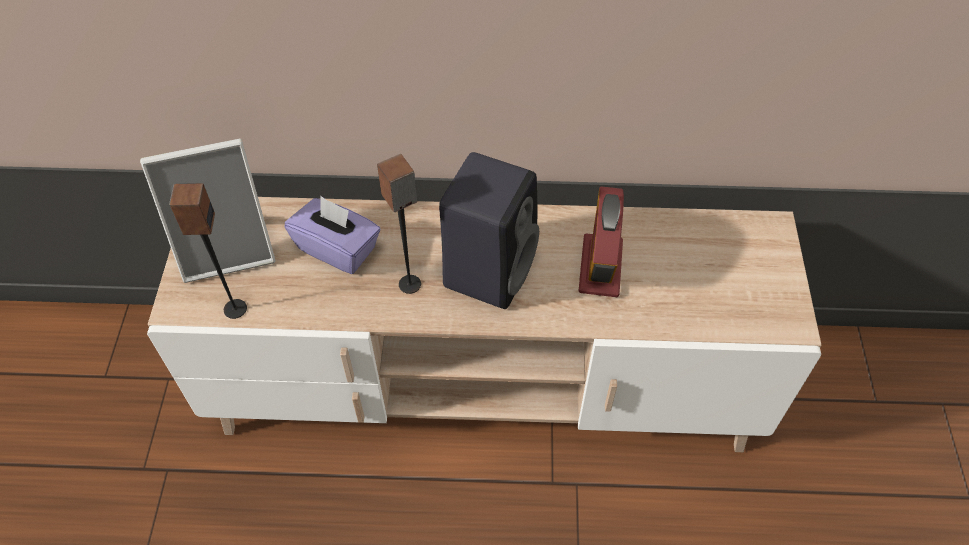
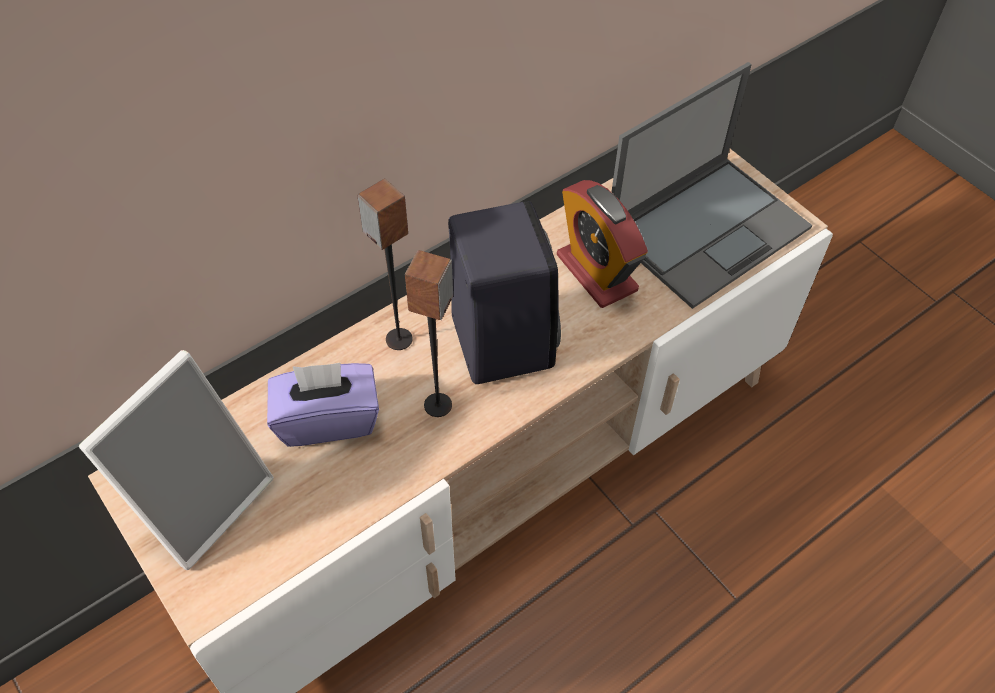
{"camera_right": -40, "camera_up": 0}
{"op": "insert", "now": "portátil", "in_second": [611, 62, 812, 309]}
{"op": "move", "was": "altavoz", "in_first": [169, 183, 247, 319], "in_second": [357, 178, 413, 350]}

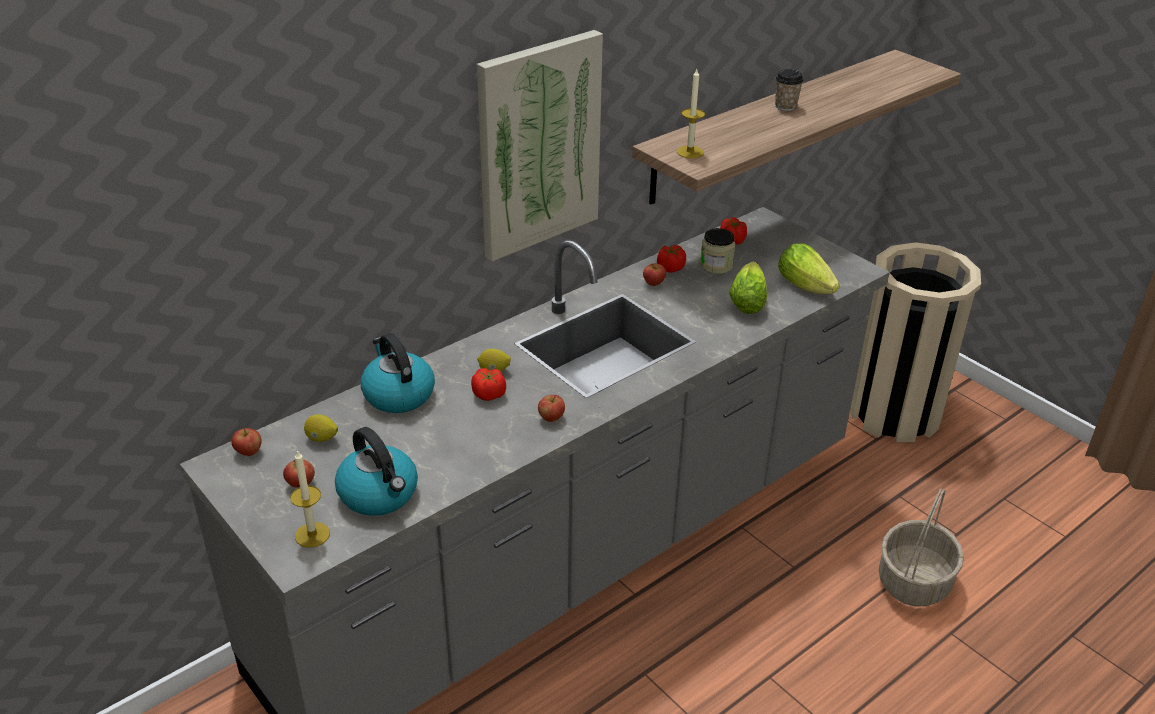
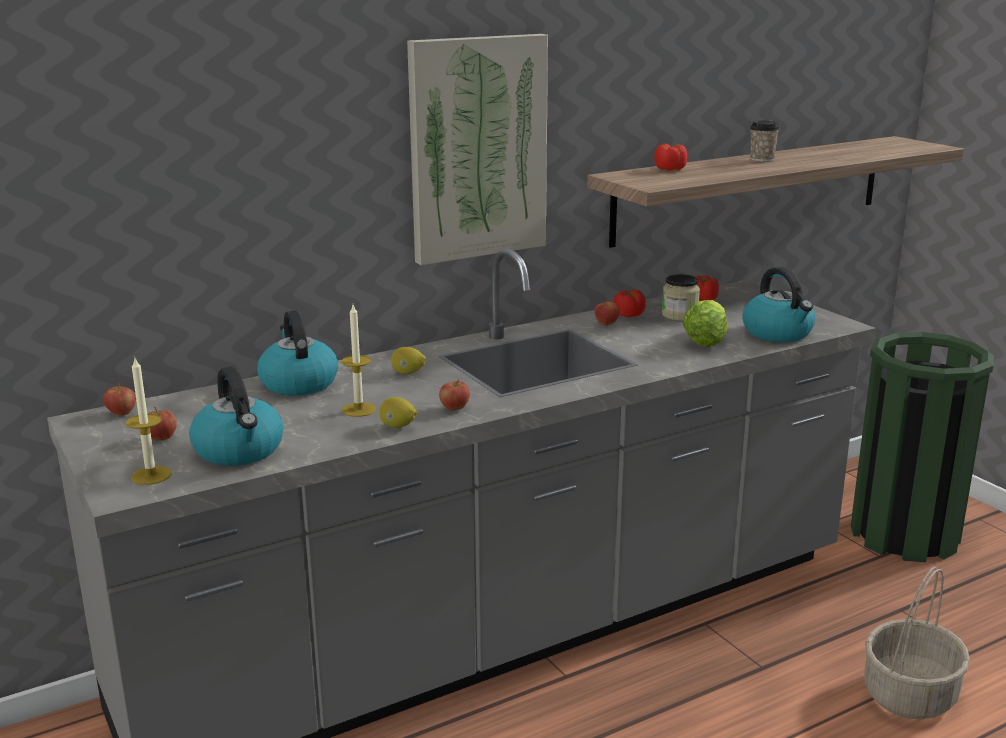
{"camera_right": 10, "camera_up": -15}
{"op": "move", "was": "limón", "in_first": [304, 414, 338, 442], "in_second": [379, 397, 417, 428]}
{"op": "move", "was": "tomate", "in_first": [471, 368, 506, 401], "in_second": [654, 144, 687, 171]}
{"op": "move", "was": "vela", "in_first": [677, 69, 705, 158], "in_second": [341, 305, 376, 417]}
{"op": "replace", "was": "lechuga", "now": "hervidor", "in_first": [778, 243, 840, 294], "in_second": [742, 267, 815, 342]}
{"op": "recolor", "was": "papelera (beis)", "now": "papelera (verde)", "in_first": [850, 242, 981, 442], "in_second": [851, 332, 994, 562]}

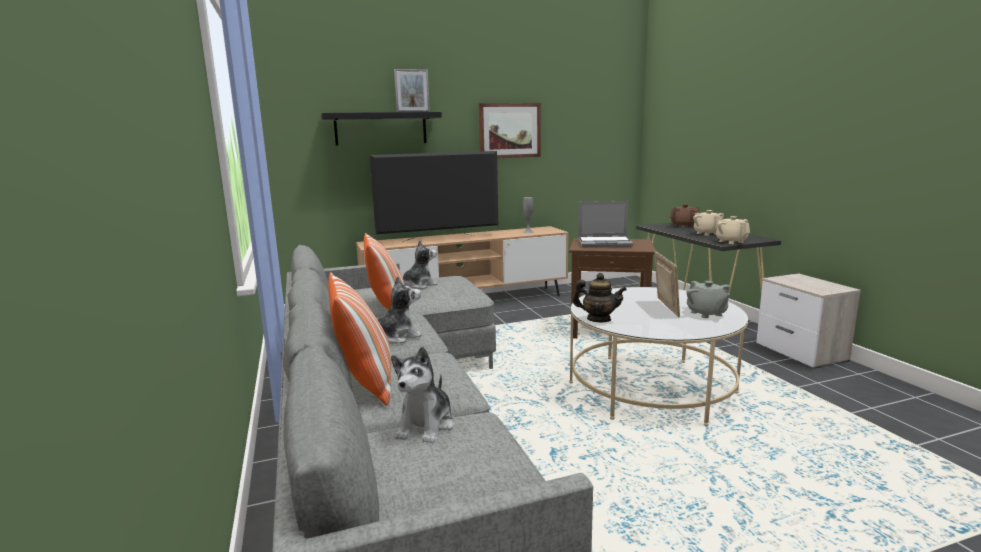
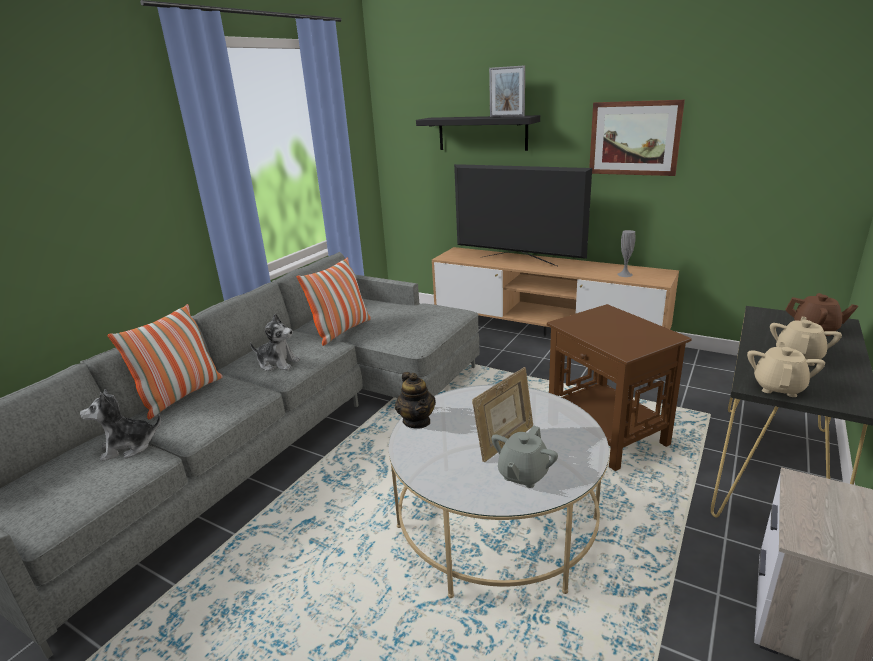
{"camera_right": 50, "camera_up": 10}
{"op": "delete", "was": "peluche", "in_first": [403, 240, 438, 289]}
{"op": "delete", "was": "portátil", "in_first": [578, 201, 633, 247]}

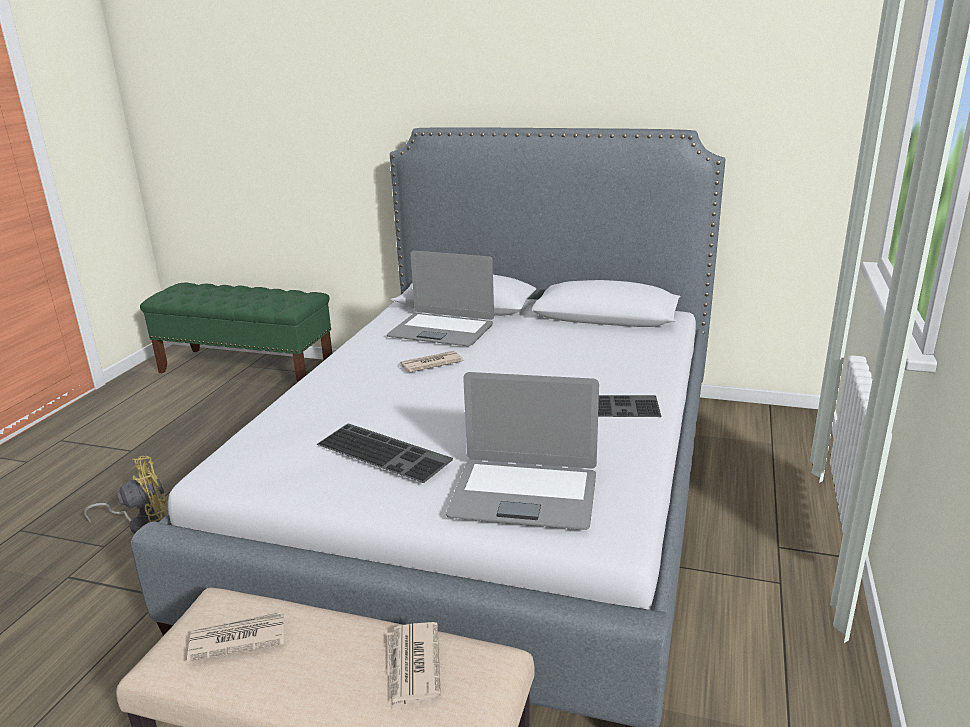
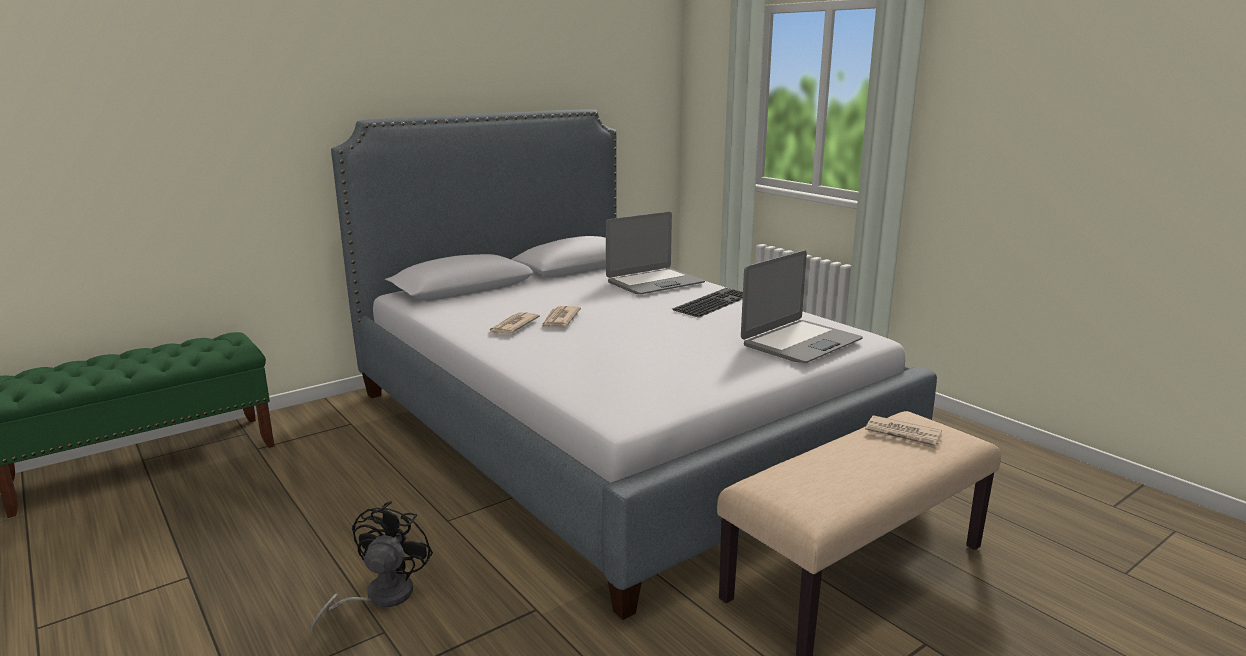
{"camera_right": -55, "camera_up": -5}
{"op": "delete", "was": "teclado", "in_first": [316, 423, 453, 483]}
{"op": "move", "was": "periódico", "in_first": [187, 612, 285, 662], "in_second": [489, 312, 540, 334]}
{"op": "move", "was": "portátil", "in_first": [387, 251, 494, 346], "in_second": [606, 212, 705, 294]}
{"op": "recolor", "was": "ventilador (amarillo)", "now": "ventilador (negro)", "in_first": [84, 456, 166, 534], "in_second": [311, 501, 433, 634]}

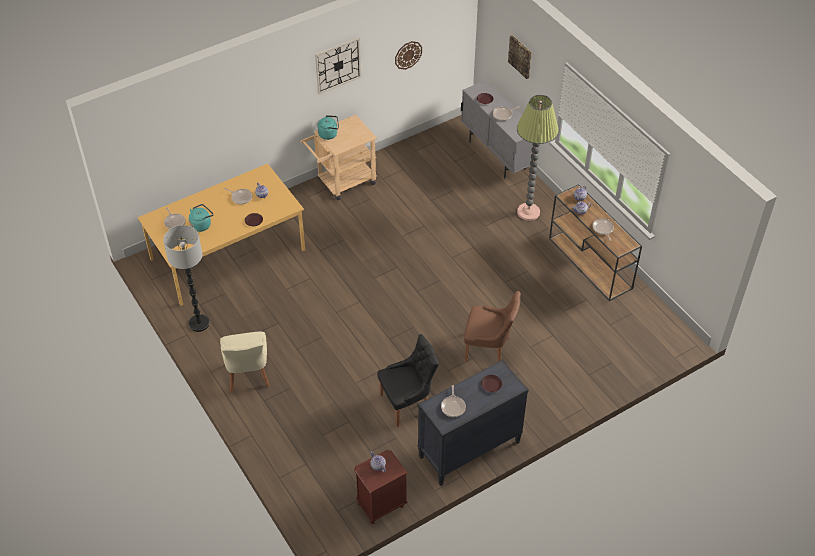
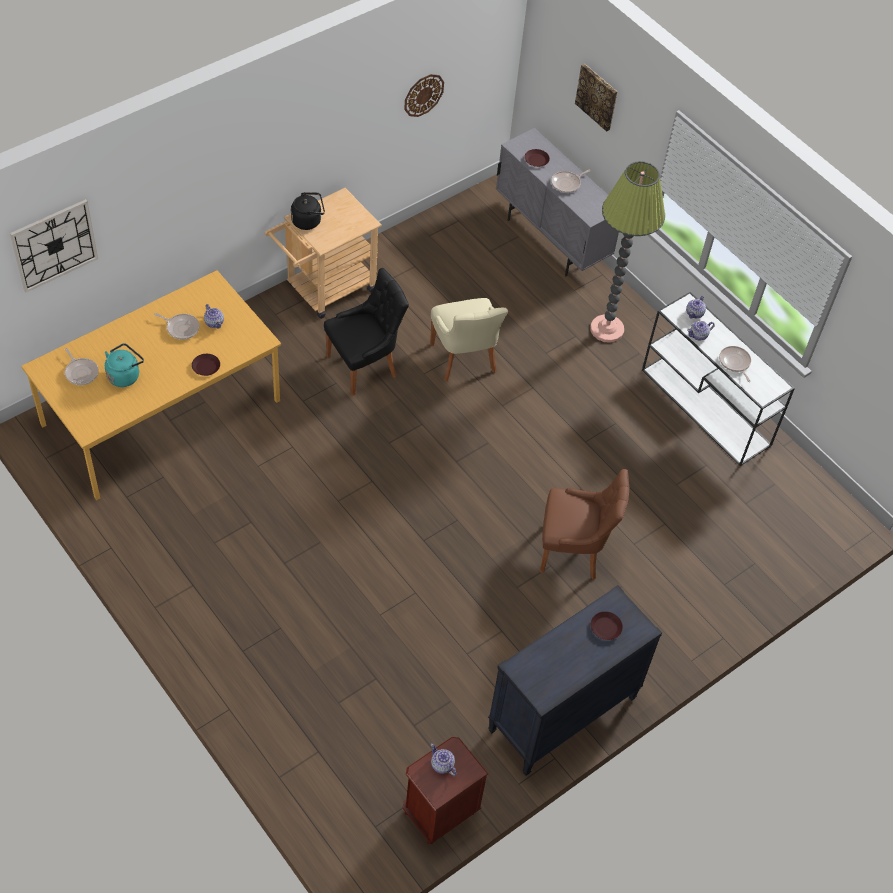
{"camera_right": -10, "camera_up": 5}
{"op": "delete", "was": "lámpara de pie", "in_first": [163, 225, 210, 332]}
{"op": "delete", "was": "sartén", "in_first": [441, 385, 466, 417]}
{"op": "move", "was": "silla (beis)", "in_first": [220, 332, 270, 392], "in_second": [430, 298, 508, 382]}
{"op": "move", "was": "reloj de pared", "in_first": [315, 37, 361, 94], "in_second": [10, 199, 98, 292]}
{"op": "move", "was": "silla (negro)", "in_first": [377, 334, 439, 427], "in_second": [324, 268, 409, 396]}
{"op": "recolor", "was": "hervidor (turquesa)", "now": "hervidor (negro)", "in_first": [317, 115, 339, 140], "in_second": [291, 192, 325, 230]}
{"op": "recolor", "was": "mesa consola (marrón)", "now": "mesa consola (blanco)", "in_first": [549, 184, 642, 301], "in_second": [642, 292, 795, 466]}

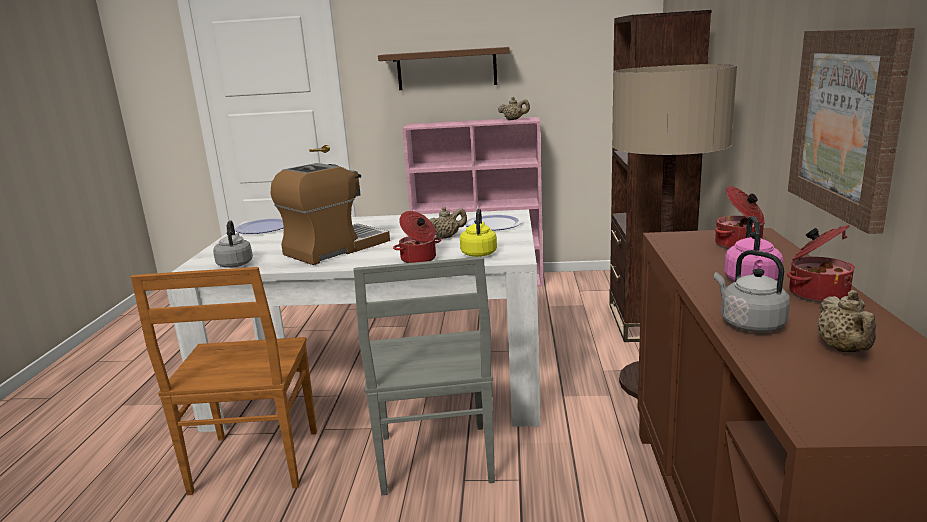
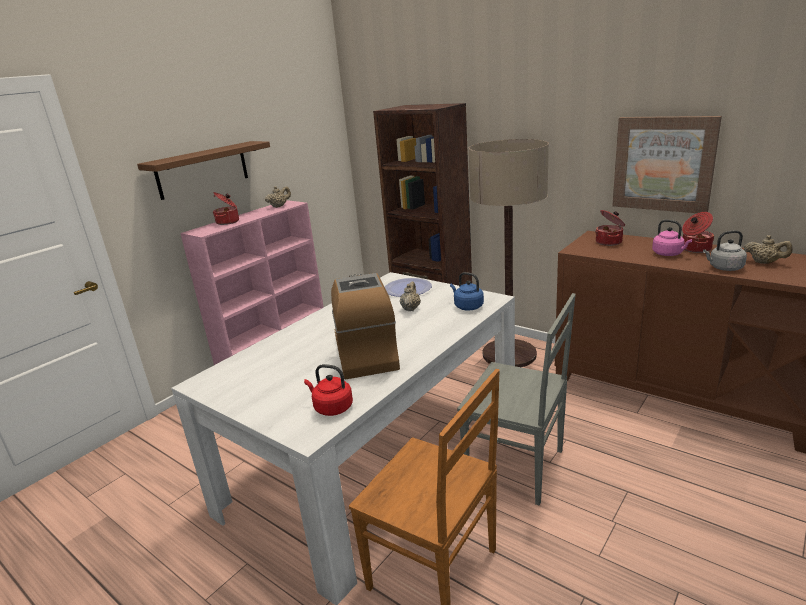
{"camera_right": -55, "camera_up": 5}
{"op": "delete", "was": "plato", "in_first": [235, 218, 284, 234]}
{"op": "move", "was": "olla", "in_first": [393, 211, 441, 263], "in_second": [213, 192, 239, 225]}
{"op": "recolor", "was": "hervidor (gris)", "now": "hervidor (rojo)", "in_first": [213, 220, 253, 268], "in_second": [304, 364, 353, 416]}
{"op": "recolor", "was": "hervidor (amarillo)", "now": "hervidor (azul)", "in_first": [460, 209, 497, 257], "in_second": [450, 272, 484, 311]}

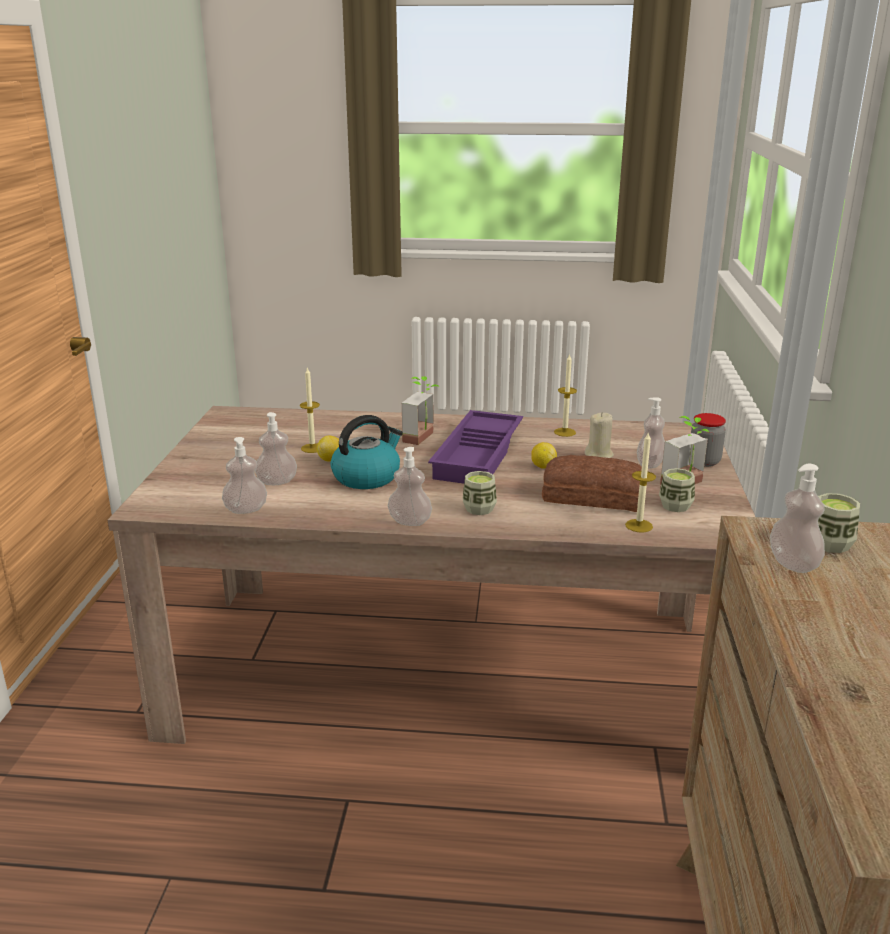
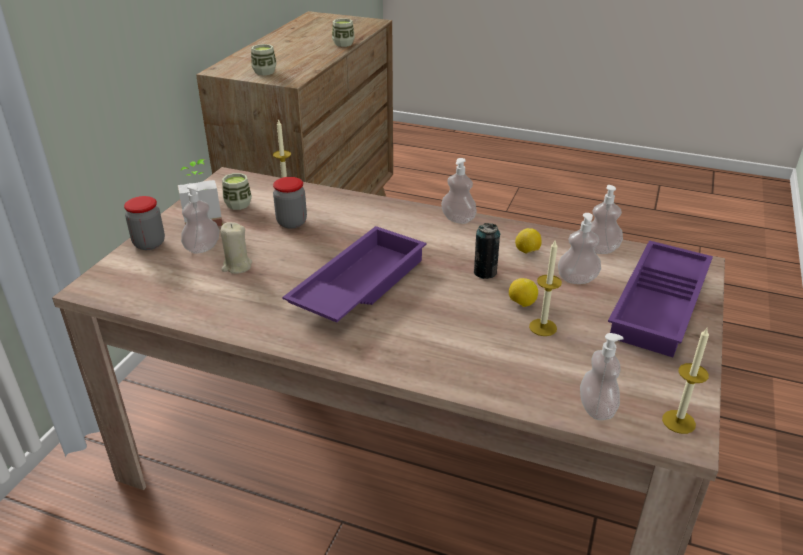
{"camera_right": -165, "camera_up": 10}
{"op": "delete", "was": "planta en maceta", "in_first": [402, 376, 439, 445]}
{"op": "insert", "now": "bandeja (morado)", "in_second": [608, 240, 713, 357]}
{"op": "move", "was": "taza", "in_first": [463, 471, 497, 515], "in_second": [332, 18, 355, 47]}
{"op": "move", "was": "limón", "in_first": [531, 442, 557, 469], "in_second": [515, 228, 542, 253]}
{"op": "move", "was": "vela", "in_first": [554, 354, 577, 437], "in_second": [662, 328, 709, 434]}
{"op": "move", "was": "dispensador de jabón", "in_first": [770, 464, 825, 573], "in_second": [580, 333, 624, 420]}
{"op": "replace", "was": "hervidor", "now": "lata", "in_first": [330, 415, 403, 489], "in_second": [474, 223, 500, 279]}
{"op": "replace", "was": "pan", "now": "tarro", "in_first": [542, 455, 642, 512], "in_second": [273, 177, 307, 229]}

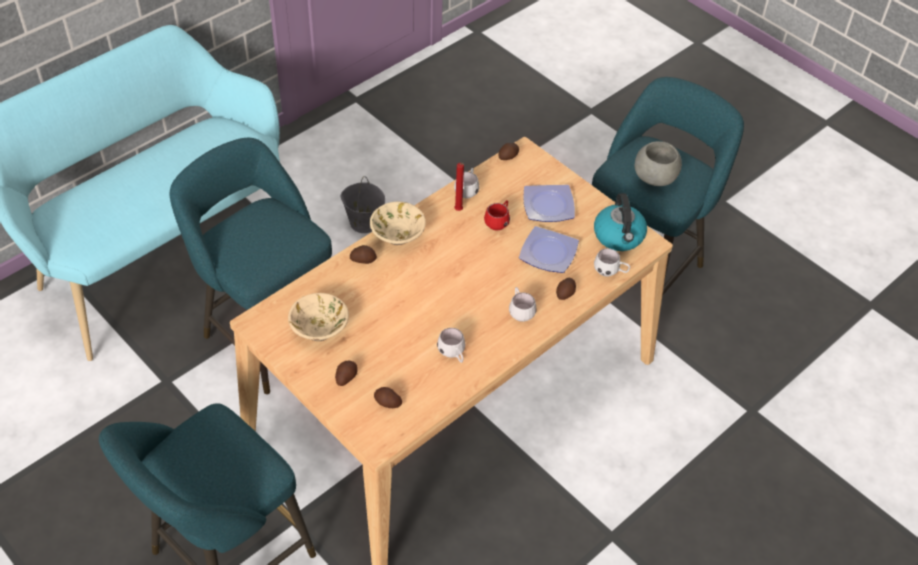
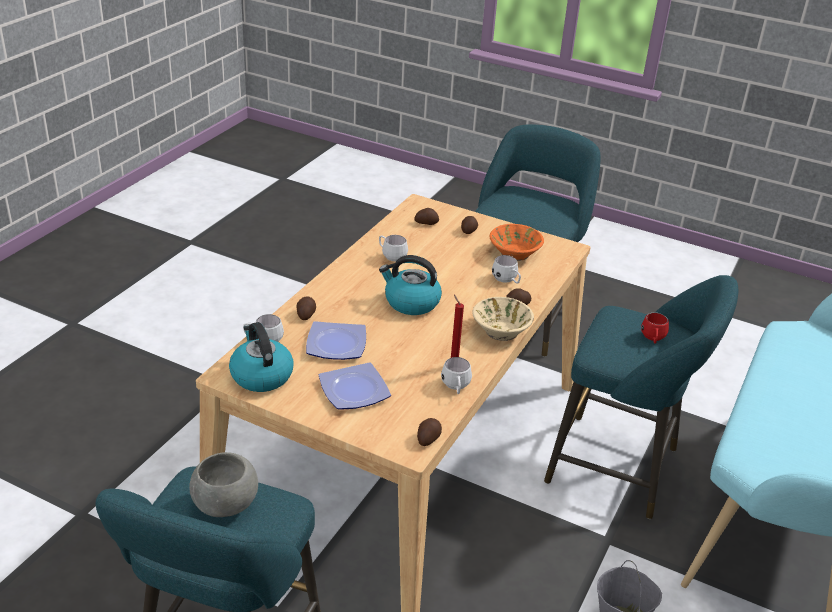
{"camera_right": 160, "camera_up": -15}
{"op": "insert", "now": "hervidor", "in_second": [379, 255, 442, 315]}
{"op": "move", "was": "taza grande (rojo)", "in_first": [484, 200, 510, 230], "in_second": [641, 312, 669, 344]}
{"op": "move", "was": "taza grande (blanco)", "in_first": [509, 287, 536, 322], "in_second": [492, 255, 521, 284]}
{"op": "recolor", "was": "cuenco (beis)", "now": "cuenco (naranja)", "in_first": [288, 293, 349, 341], "in_second": [490, 224, 544, 261]}

